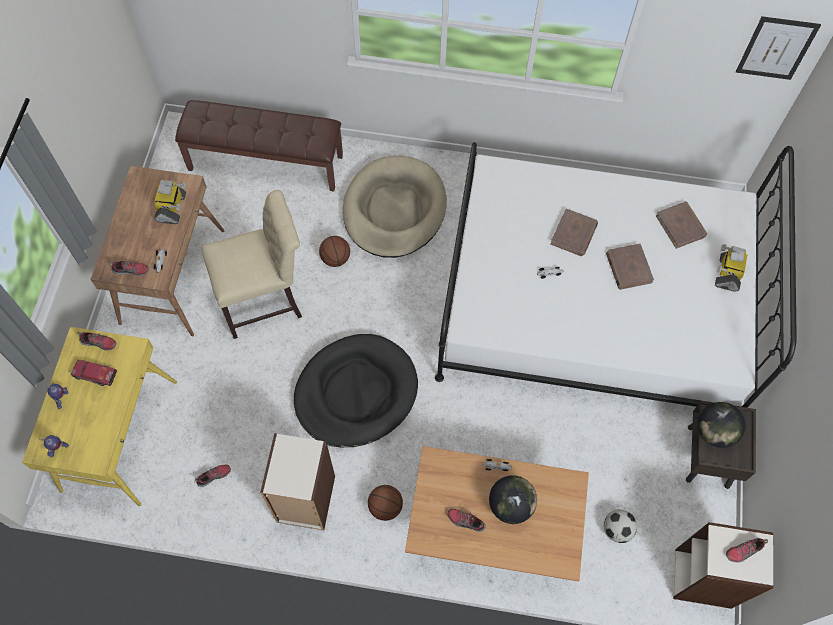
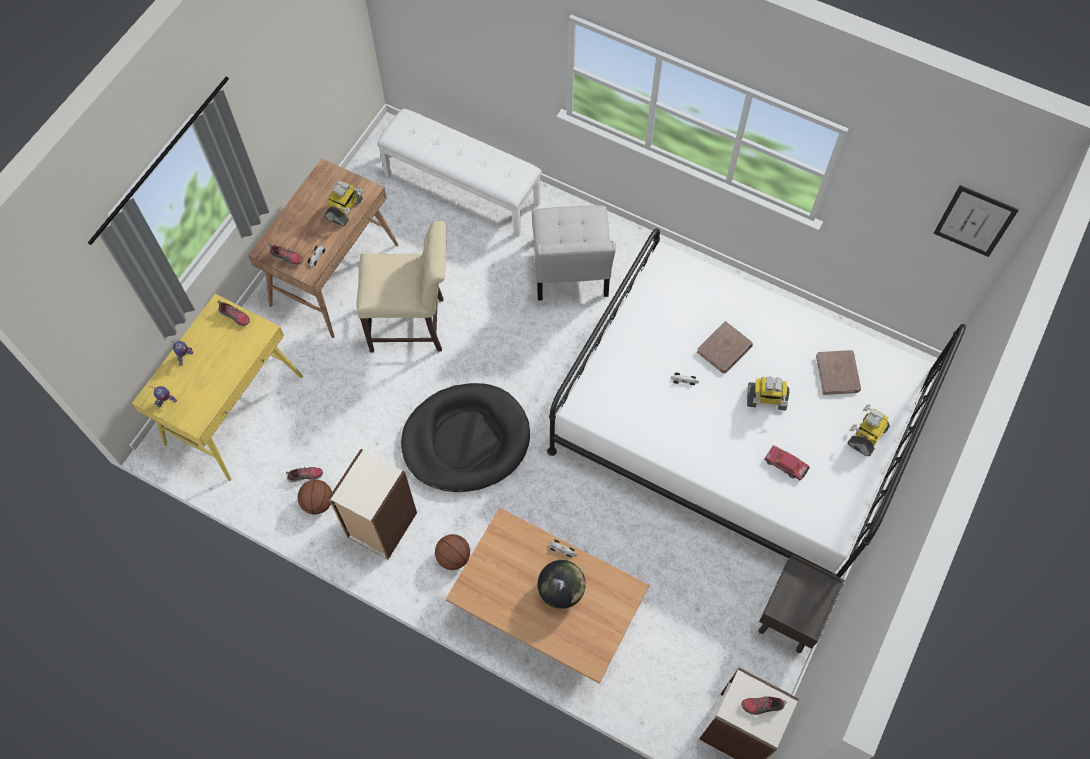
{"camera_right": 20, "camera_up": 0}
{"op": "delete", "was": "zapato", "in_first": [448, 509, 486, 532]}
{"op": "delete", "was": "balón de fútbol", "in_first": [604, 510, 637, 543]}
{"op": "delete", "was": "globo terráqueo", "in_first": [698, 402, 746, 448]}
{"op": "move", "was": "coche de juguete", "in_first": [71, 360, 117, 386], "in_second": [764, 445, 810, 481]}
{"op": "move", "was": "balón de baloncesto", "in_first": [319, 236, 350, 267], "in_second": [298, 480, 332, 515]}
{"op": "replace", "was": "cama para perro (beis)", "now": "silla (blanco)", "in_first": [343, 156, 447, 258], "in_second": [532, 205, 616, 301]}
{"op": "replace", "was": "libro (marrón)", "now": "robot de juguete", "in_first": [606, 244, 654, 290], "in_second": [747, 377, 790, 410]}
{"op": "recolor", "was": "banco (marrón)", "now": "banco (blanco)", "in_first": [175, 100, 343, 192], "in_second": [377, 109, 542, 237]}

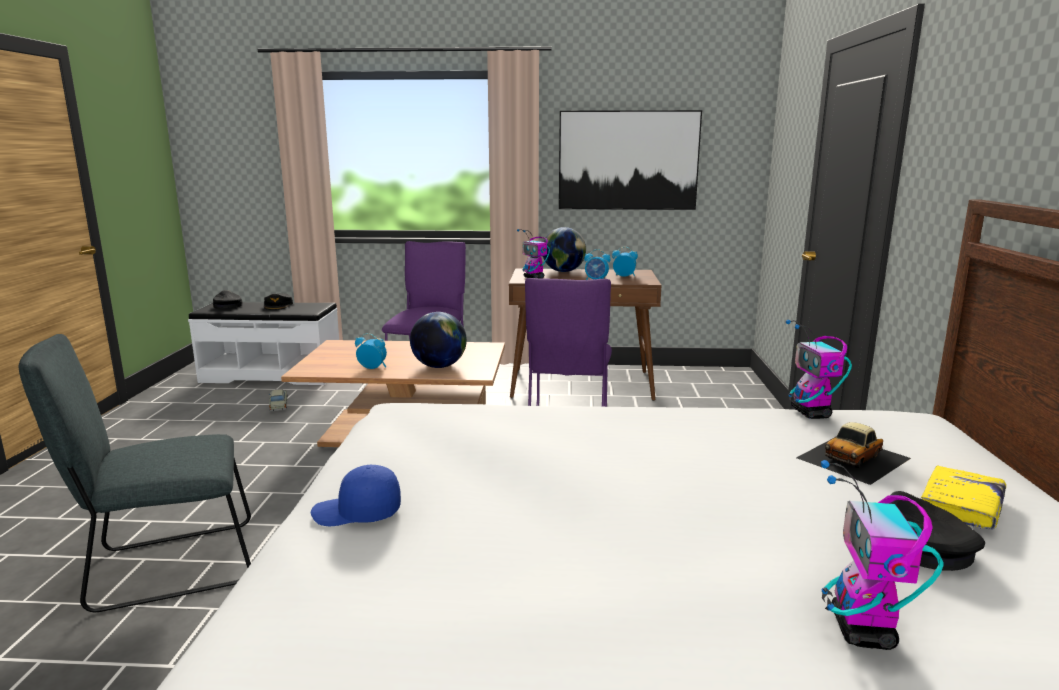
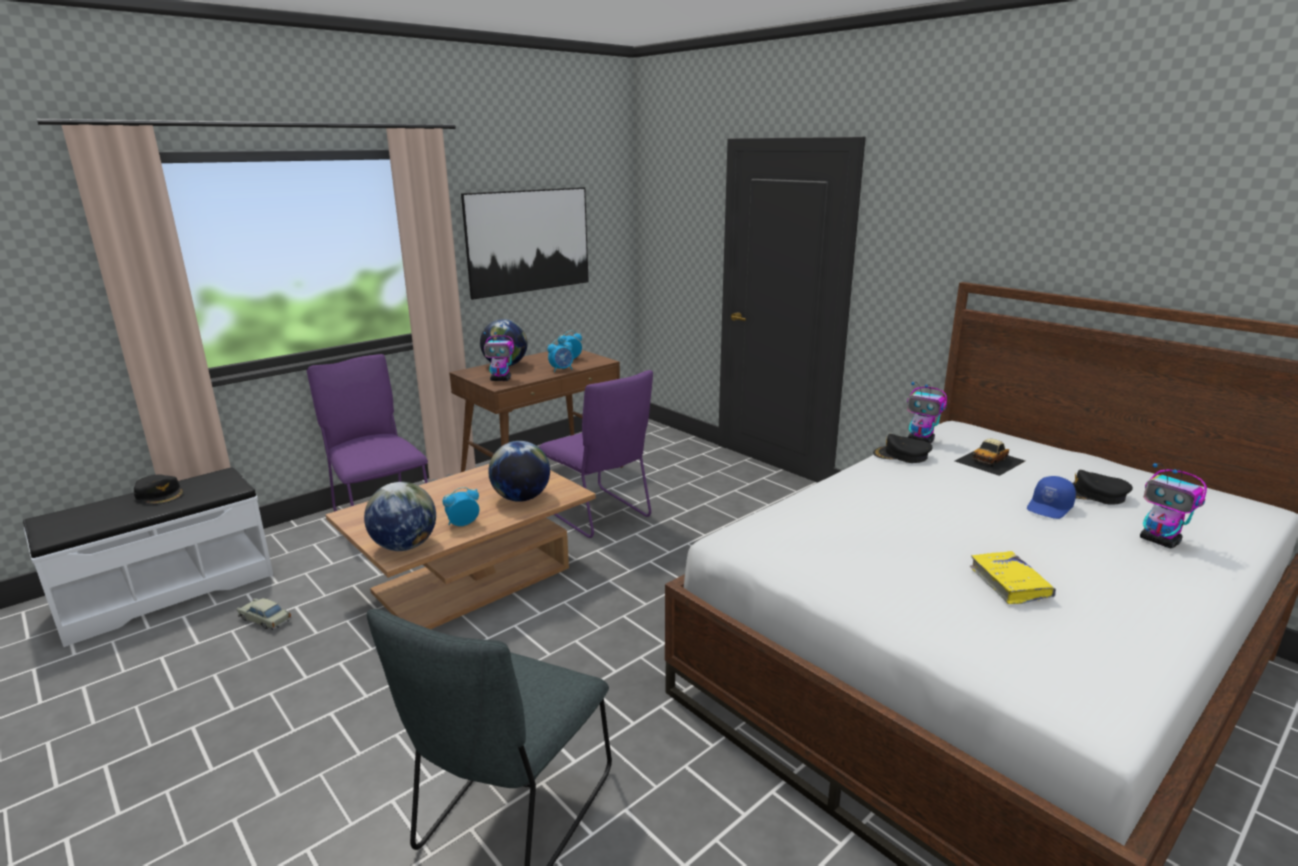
{"camera_right": -45, "camera_up": 5}
{"op": "insert", "now": "globo terráqueo", "in_second": [364, 482, 436, 551]}
{"op": "move", "was": "gorra (negro)", "in_first": [213, 290, 243, 309], "in_second": [873, 434, 933, 463]}
{"op": "move", "was": "gorra (azul)", "in_first": [311, 465, 401, 526], "in_second": [1027, 476, 1076, 519]}
{"op": "move", "was": "libro (amarillo)", "in_first": [921, 465, 1006, 530], "in_second": [970, 551, 1056, 604]}
{"op": "rotate", "was": "coche de juguete", "in_first": [796, 422, 911, 485], "in_second": [955, 439, 1025, 476], "clockwise": 45}

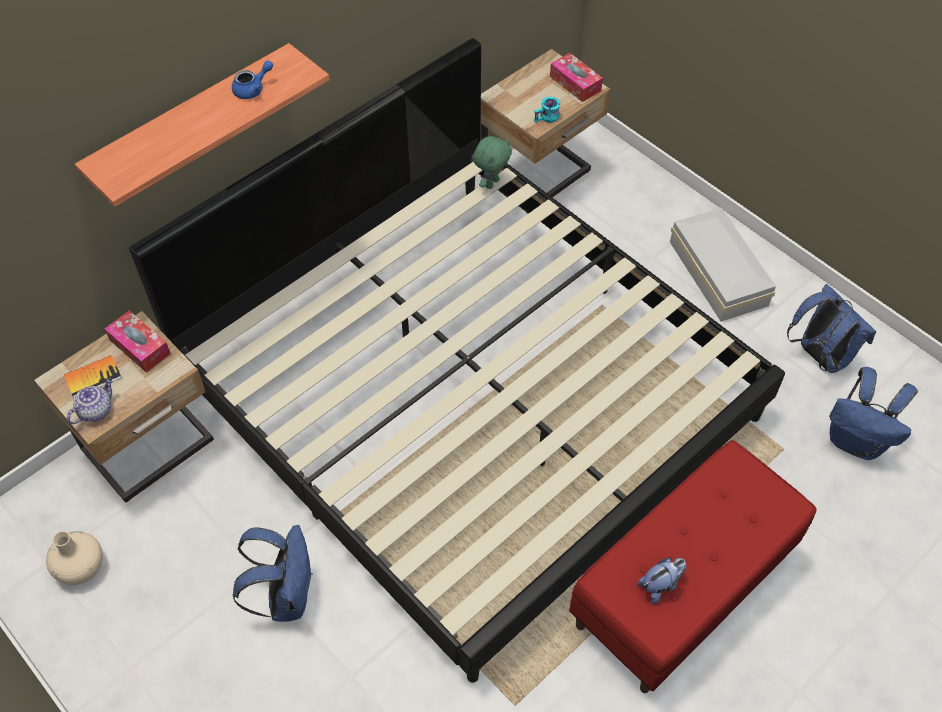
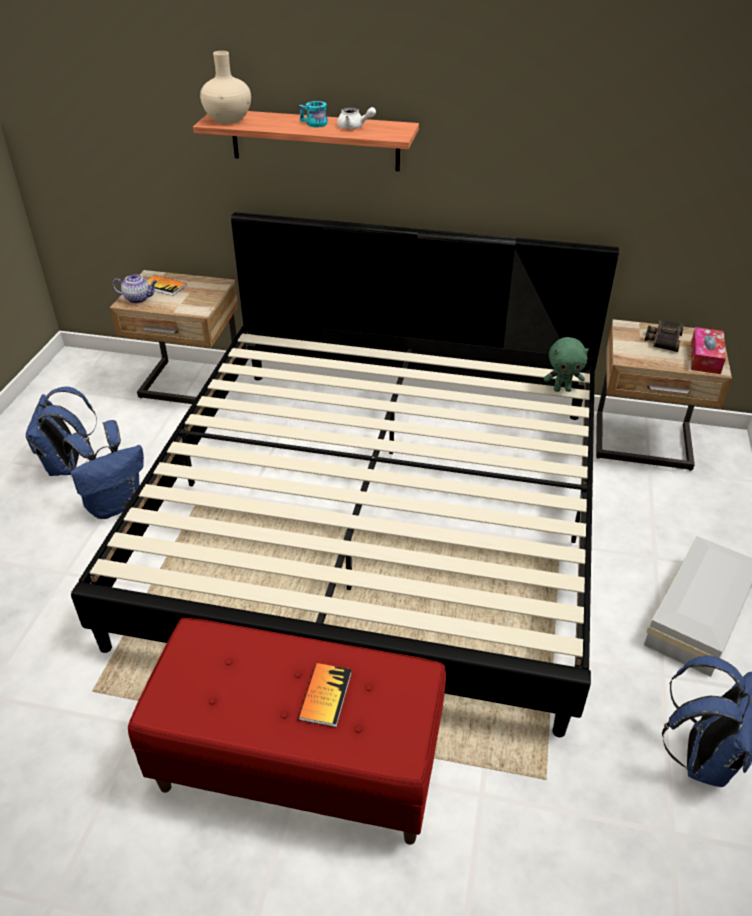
{"camera_right": 55, "camera_up": -15}
{"op": "delete", "was": "caja de pañuelos", "in_first": [105, 311, 171, 373]}
{"op": "delete", "was": "peluche", "in_first": [638, 558, 687, 604]}
{"op": "insert", "now": "libro", "in_second": [298, 663, 352, 727]}
{"op": "insert", "now": "prismáticos", "in_second": [645, 321, 684, 352]}
{"op": "move", "was": "florero (beis)", "in_first": [46, 531, 103, 585], "in_second": [200, 51, 251, 124]}
{"op": "move", "was": "taza grande (turquesa)", "in_first": [534, 97, 560, 123], "in_second": [299, 101, 328, 127]}
{"op": "move", "was": "mochila (azul)", "in_first": [829, 367, 918, 460], "in_second": [26, 387, 97, 476]}
{"op": "recolor", "was": "tetera (azul)", "now": "tetera (blanco)", "in_first": [232, 60, 273, 99], "in_second": [337, 107, 376, 129]}

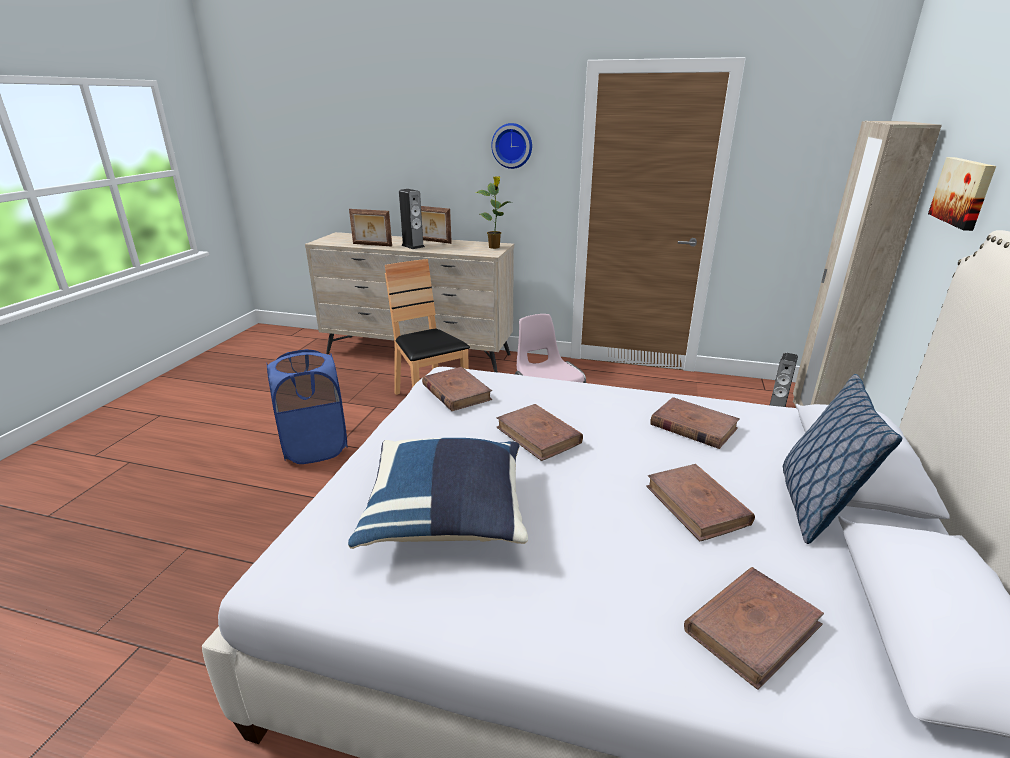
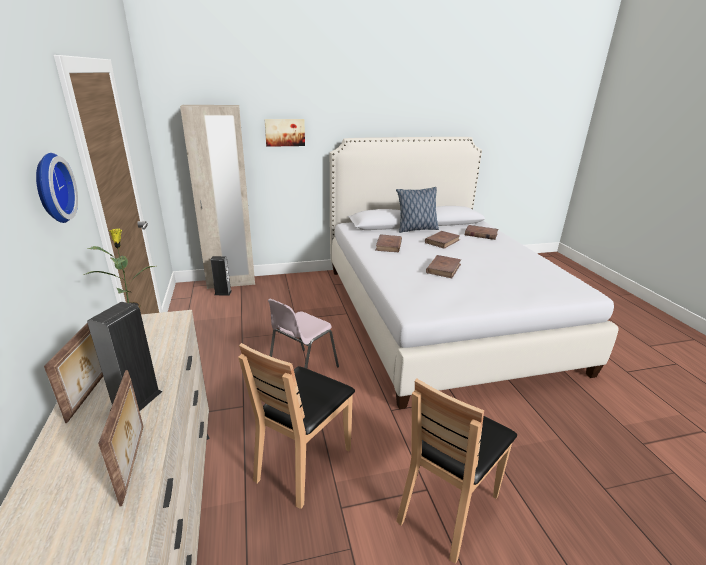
{"camera_right": -120, "camera_up": 0}
{"op": "delete", "was": "cojín (azul)", "in_first": [348, 438, 528, 549]}
{"op": "delete", "was": "libro (marrón)", "in_first": [422, 367, 492, 411]}
{"op": "replace", "was": "cesto de la ropa (azul)", "now": "silla (marrón)", "in_first": [267, 349, 348, 464], "in_second": [396, 378, 517, 564]}

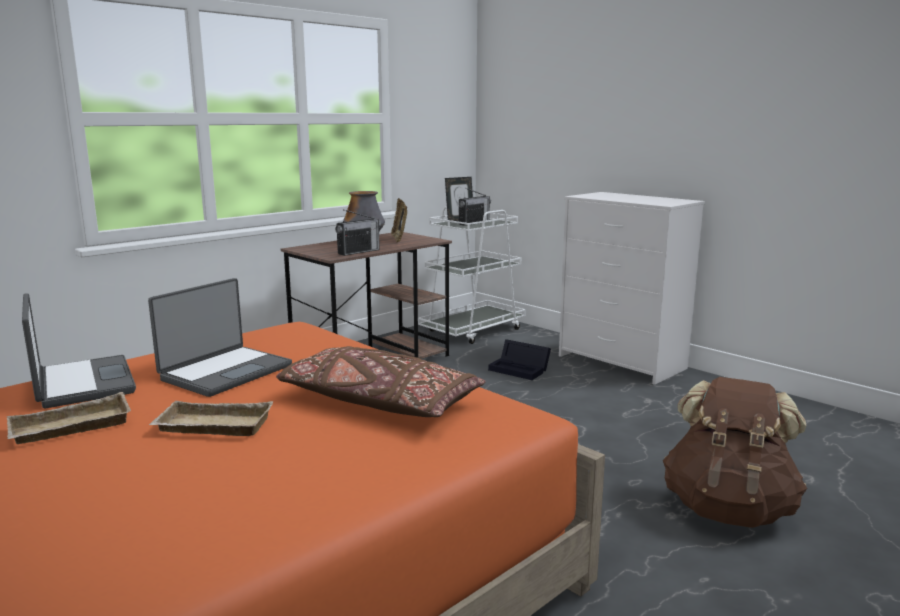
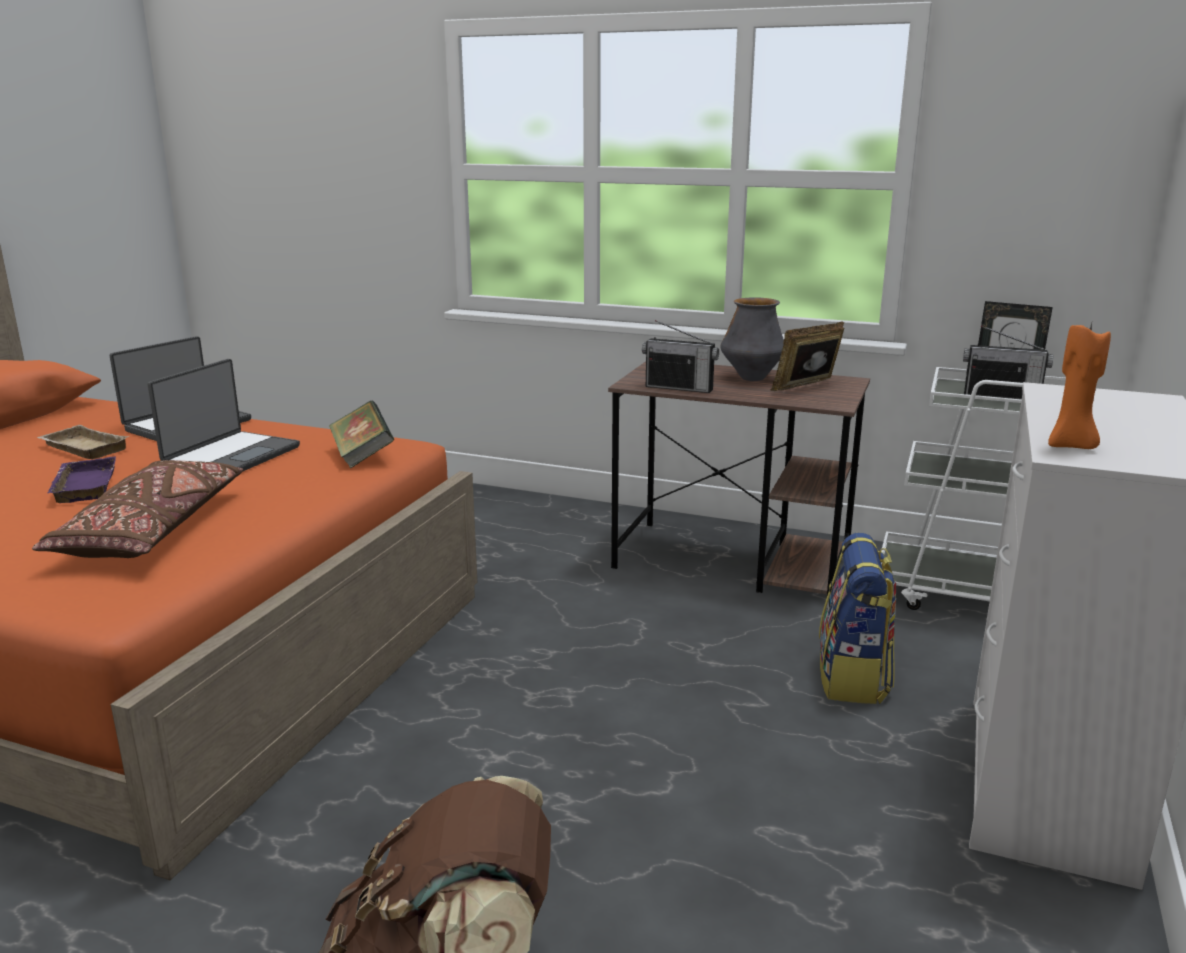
{"camera_right": 65, "camera_up": 5}
{"op": "insert", "now": "libro", "in_second": [329, 401, 394, 468]}
{"op": "insert", "now": "vela (naranja)", "in_second": [1048, 323, 1111, 449]}
{"op": "replace", "was": "caja de almacenaje (negro)", "now": "mochila", "in_first": [488, 339, 551, 380], "in_second": [819, 533, 896, 704]}
{"op": "recolor", "was": "bandeja (beis)", "now": "bandeja (morado)", "in_first": [149, 401, 274, 436], "in_second": [48, 456, 116, 503]}
{"op": "rotate", "was": "portátil", "in_first": [148, 278, 292, 397], "in_second": [148, 359, 300, 471], "clockwise": -75}

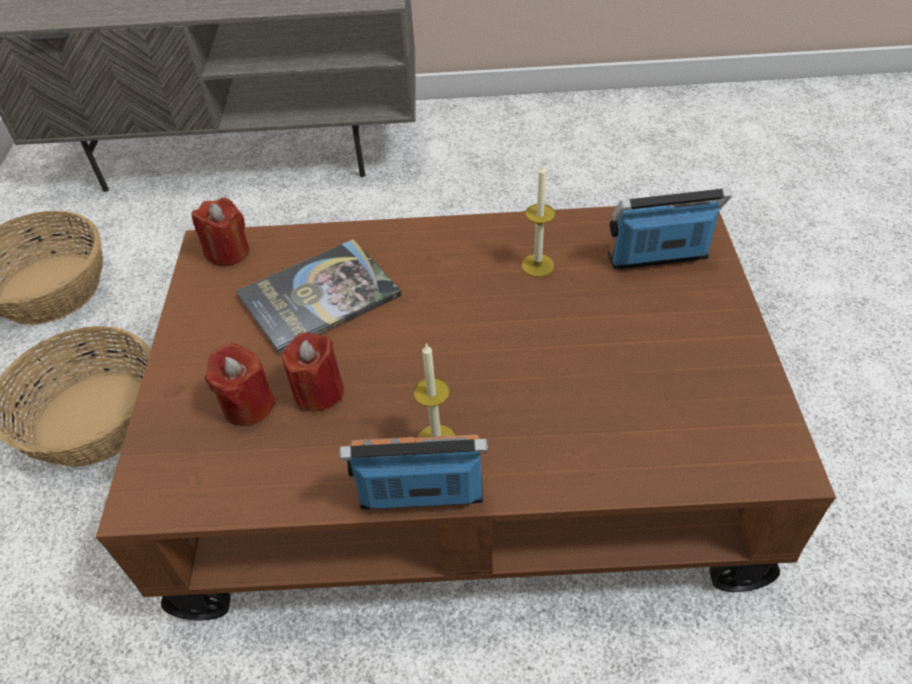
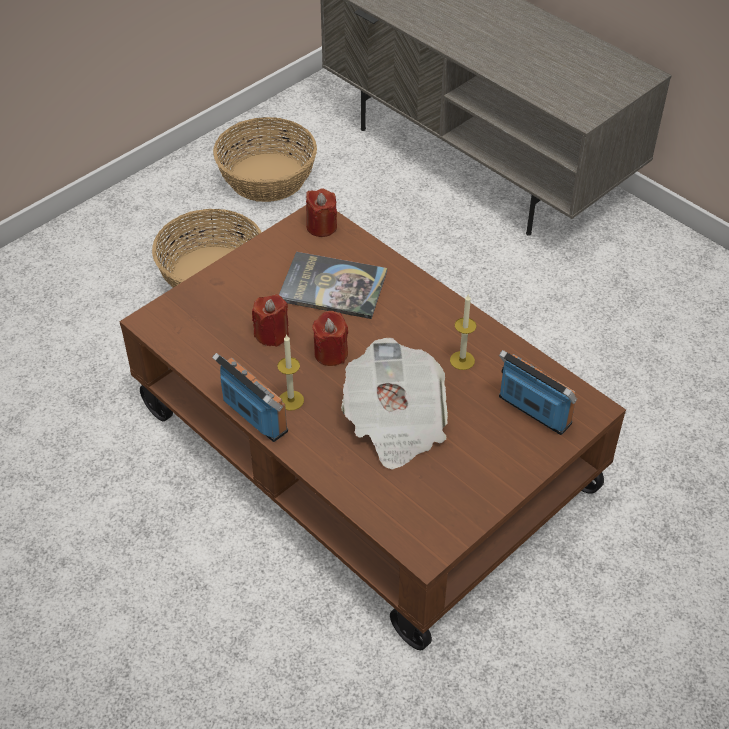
{"camera_right": 45, "camera_up": 0}
{"op": "insert", "now": "periódico", "in_second": [341, 338, 448, 470]}
{"op": "move", "was": "vela (rojo)", "in_first": [205, 343, 276, 426], "in_second": [312, 311, 348, 366]}

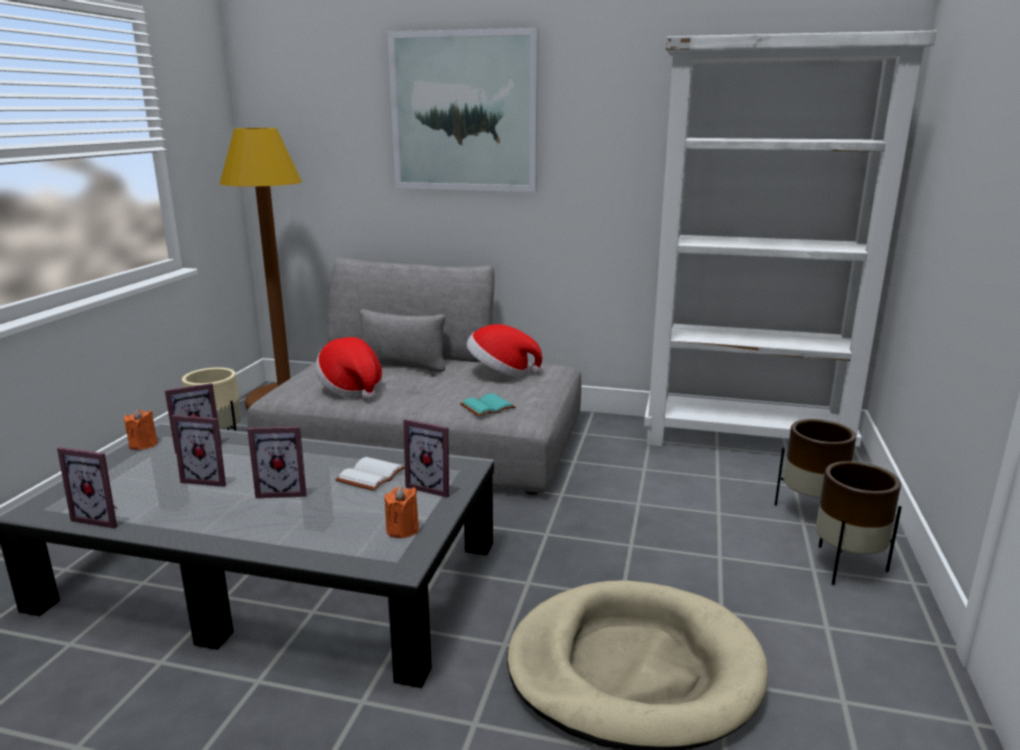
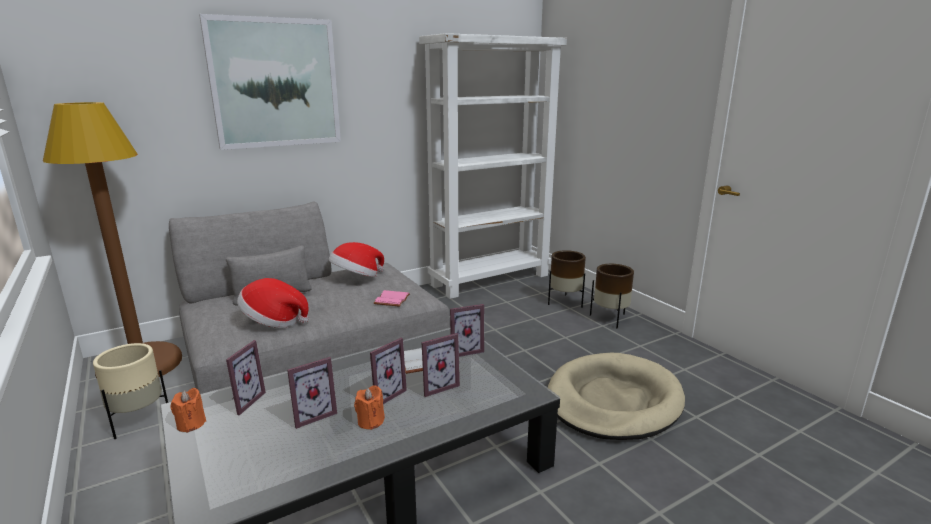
{"camera_right": -45, "camera_up": 0}
{"op": "move", "was": "portarretratos", "in_first": [57, 447, 118, 528], "in_second": [422, 333, 460, 397]}
{"op": "move", "was": "vela (naranja)", "in_first": [385, 486, 419, 538], "in_second": [354, 385, 385, 430]}
{"op": "recolor", "was": "libro (turquesa)", "now": "libro (rosa)", "in_first": [460, 394, 515, 417], "in_second": [373, 290, 410, 307]}

